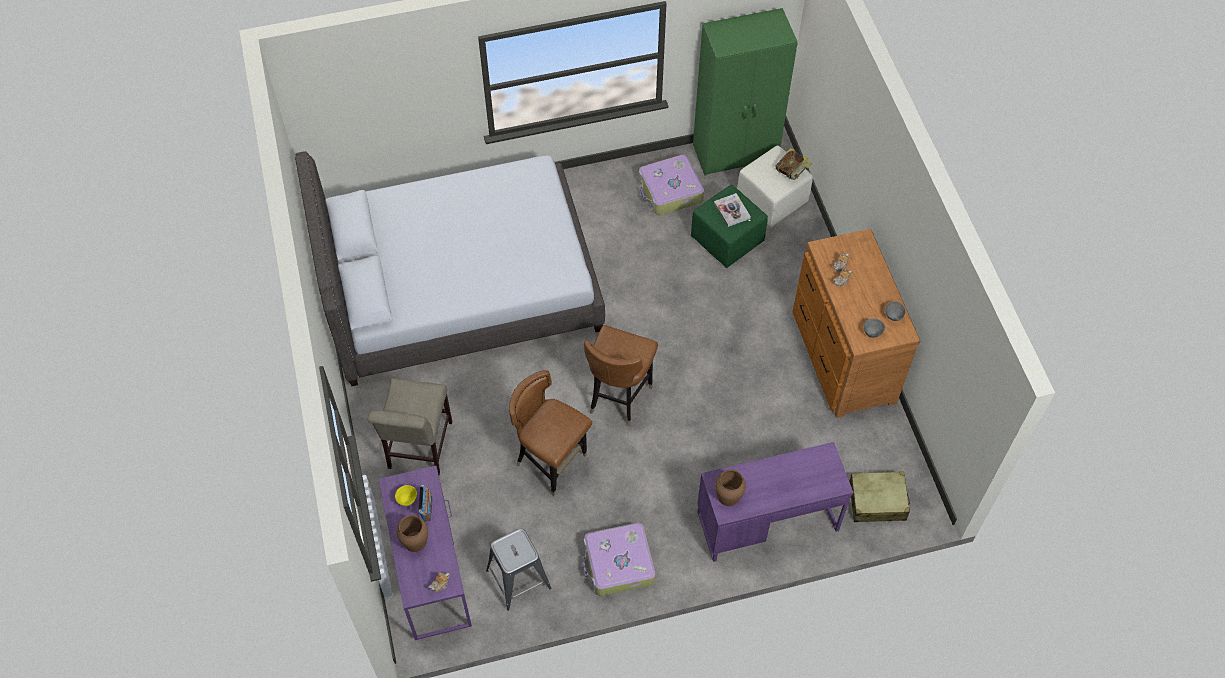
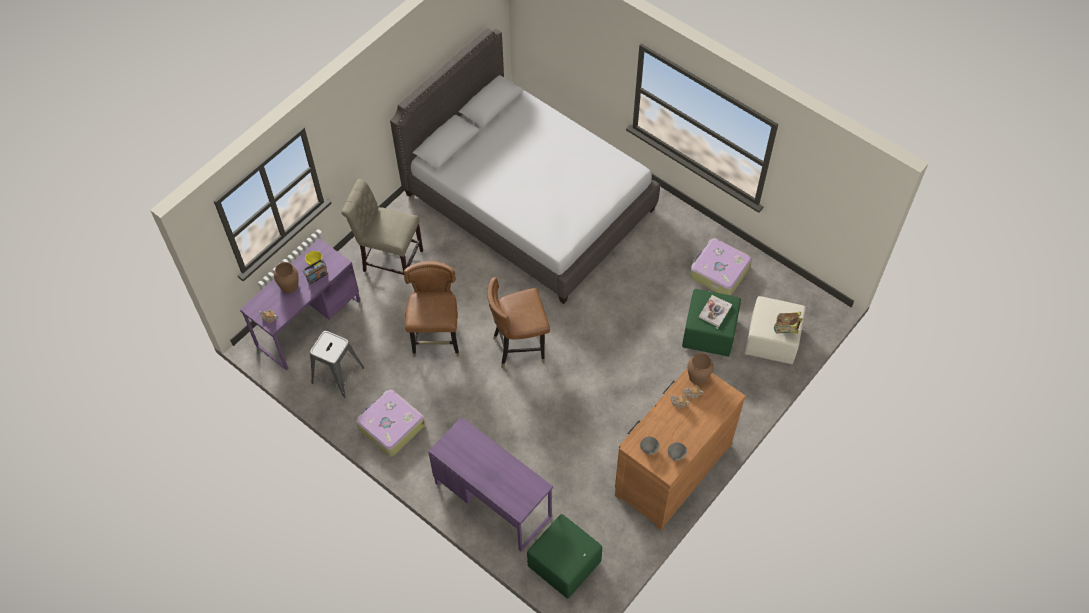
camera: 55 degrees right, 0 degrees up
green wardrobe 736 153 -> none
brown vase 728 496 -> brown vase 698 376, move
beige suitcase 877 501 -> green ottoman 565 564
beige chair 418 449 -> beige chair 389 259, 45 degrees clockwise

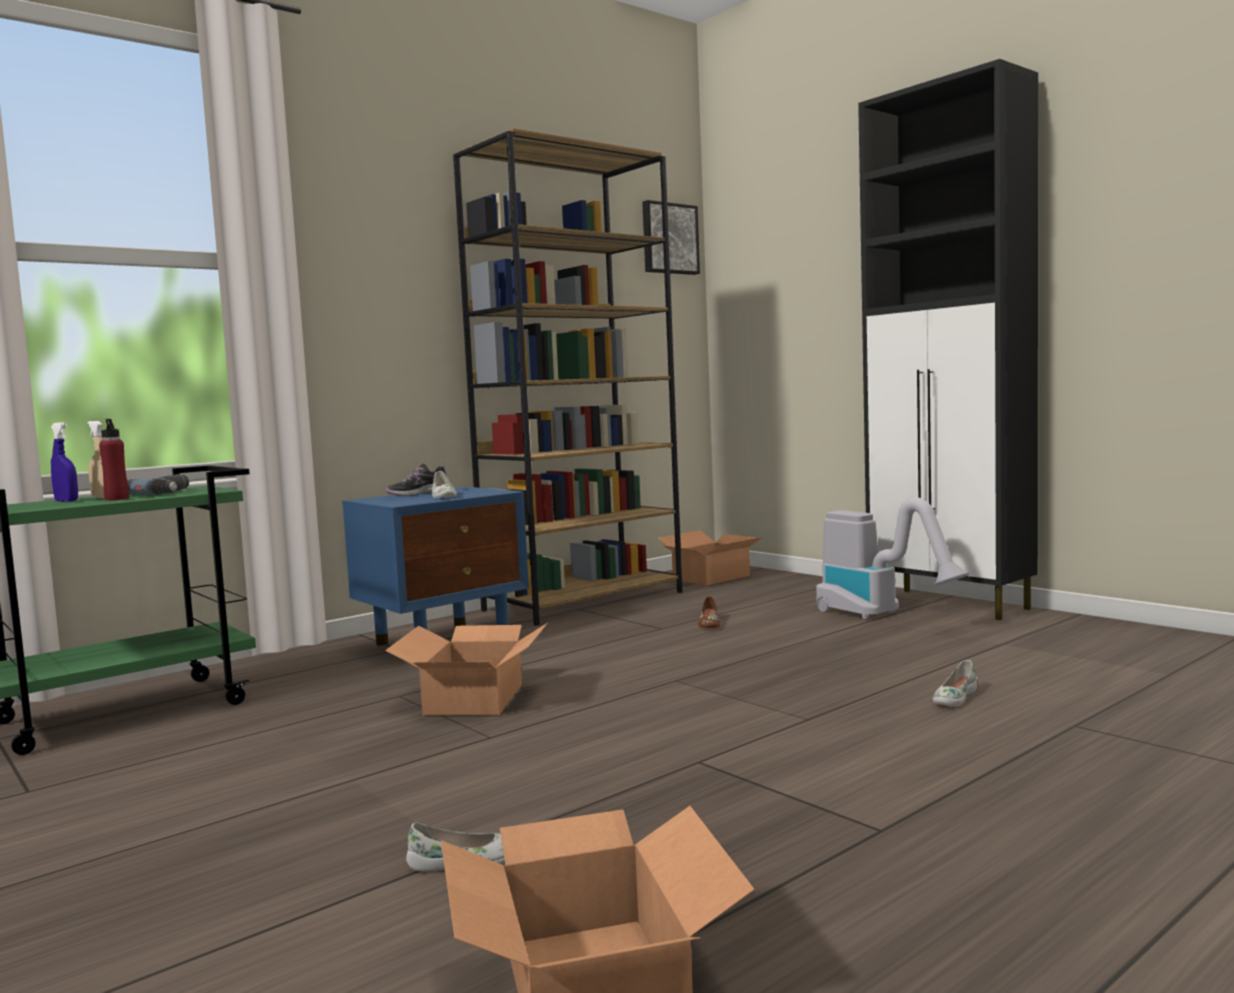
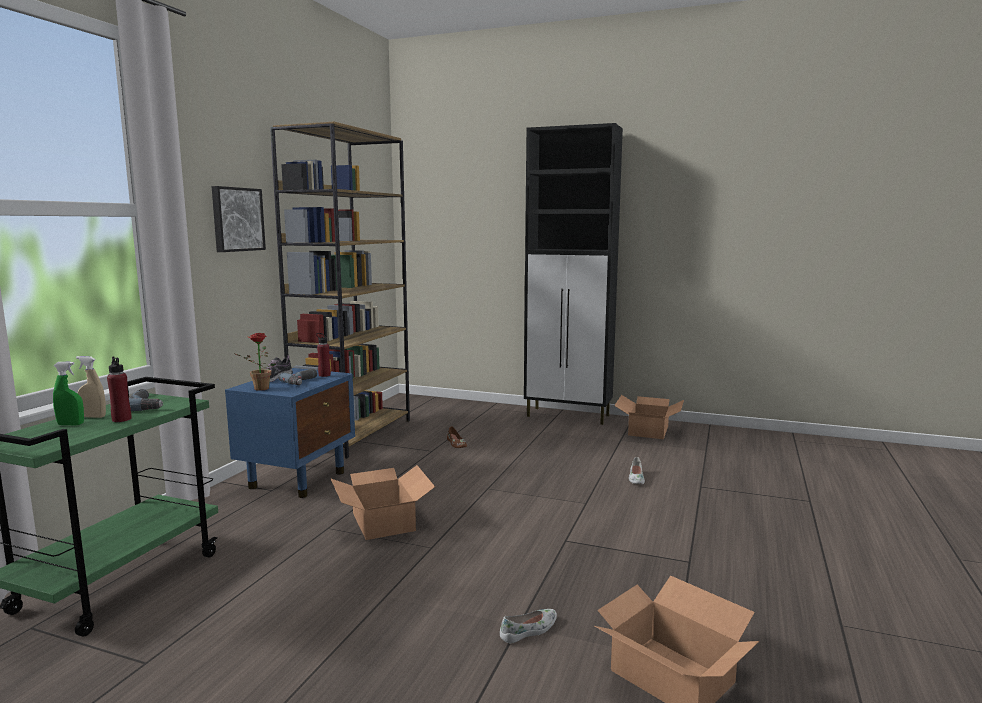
camera: 30 degrees left, 5 degrees up
vacuum cleaner 881 616 -> none
none -> potted plant 258 389
none -> red bottle 324 375
picture 669 239 -> picture 236 219, move
cardboard box 712 577 -> cardboard box 649 430, move
white shoe 443 496 -> power drill 303 381
blue spray bottle 66 501 -> green spray bottle 70 424

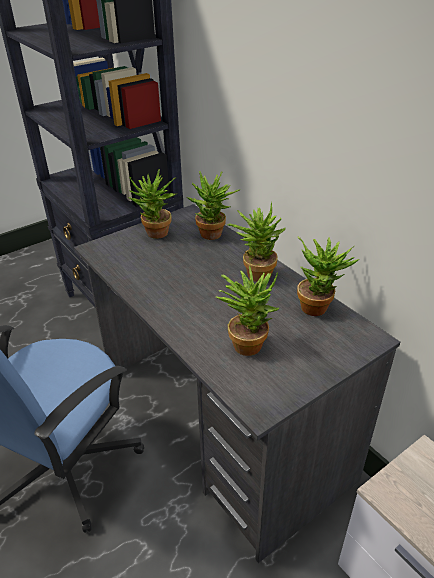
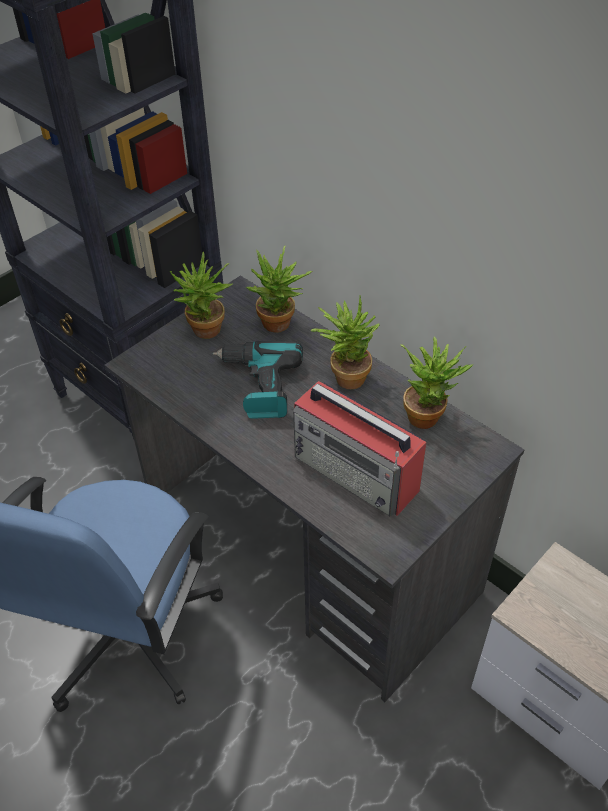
camera: 10 degrees left, 10 degrees up
none -> power drill 259 386
potted plant 247 341 -> radio 357 473

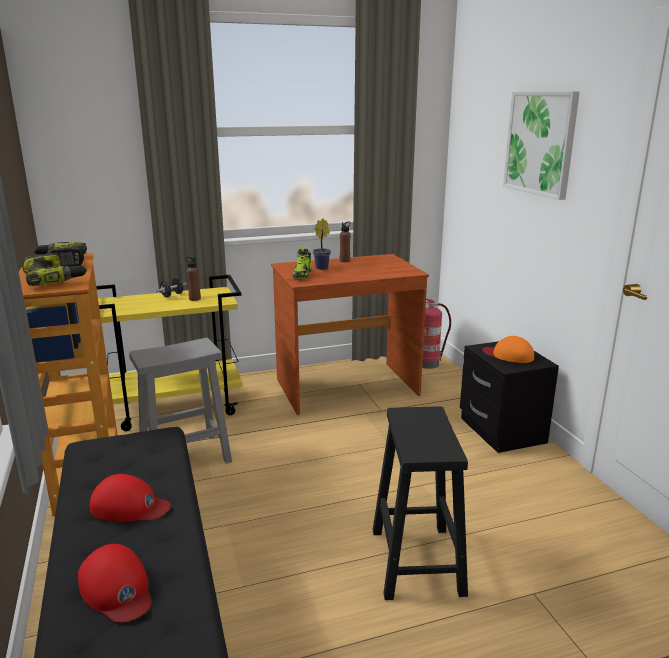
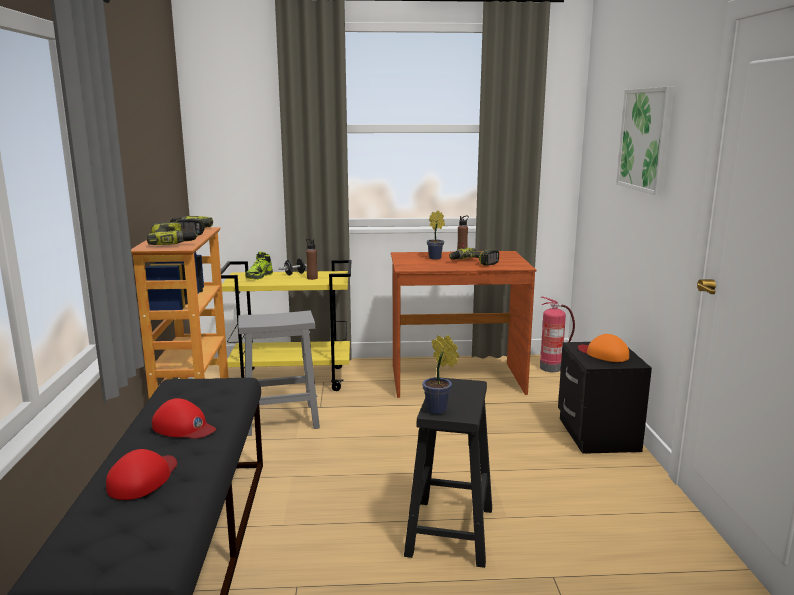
camera: 15 degrees right, 5 degrees down
none -> potted plant 439 410
none -> power drill 473 263
shoe 302 275 -> shoe 259 276, move
red cap 117 589 -> red cap 143 479, 135 degrees counterclockwise

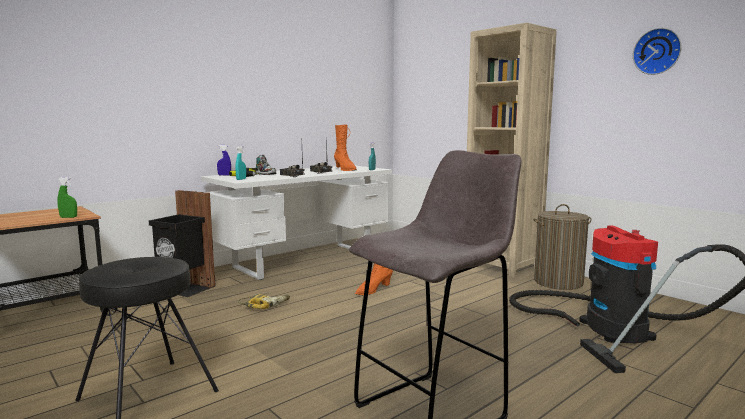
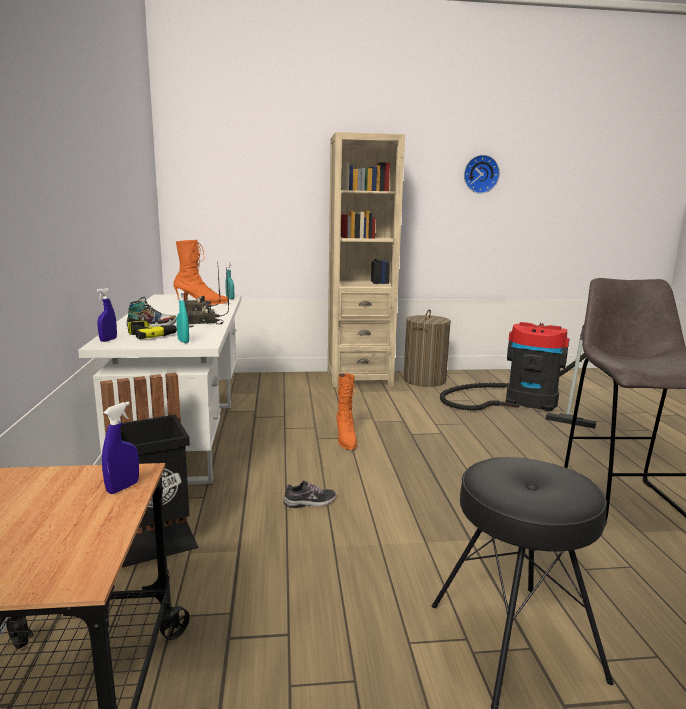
camera: 55 degrees left, 5 degrees up
power drill 265 304 -> shoe 310 502
green spray bottle 68 217 -> blue spray bottle 123 487

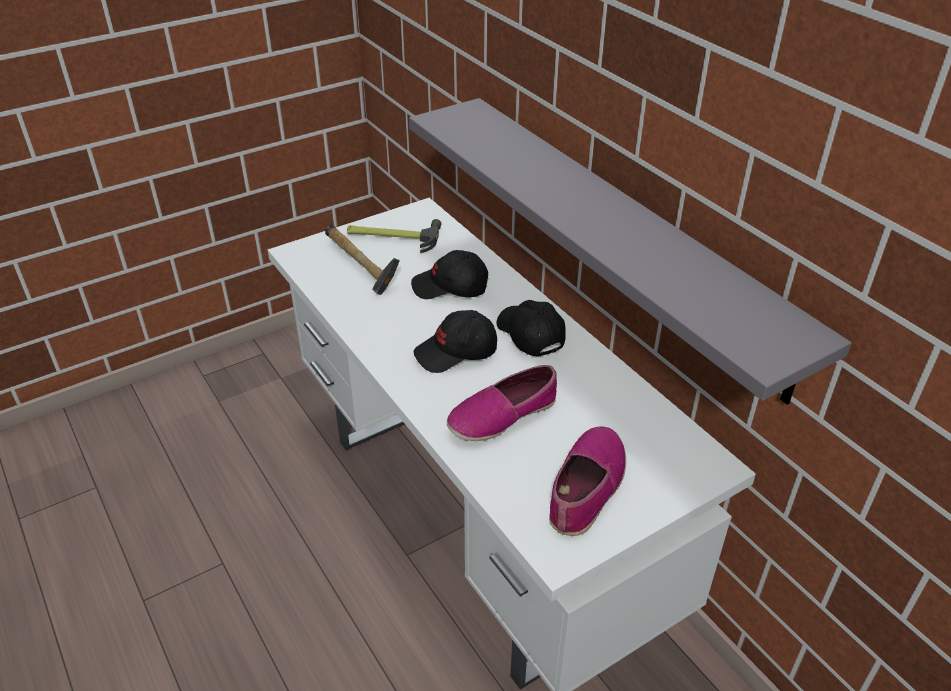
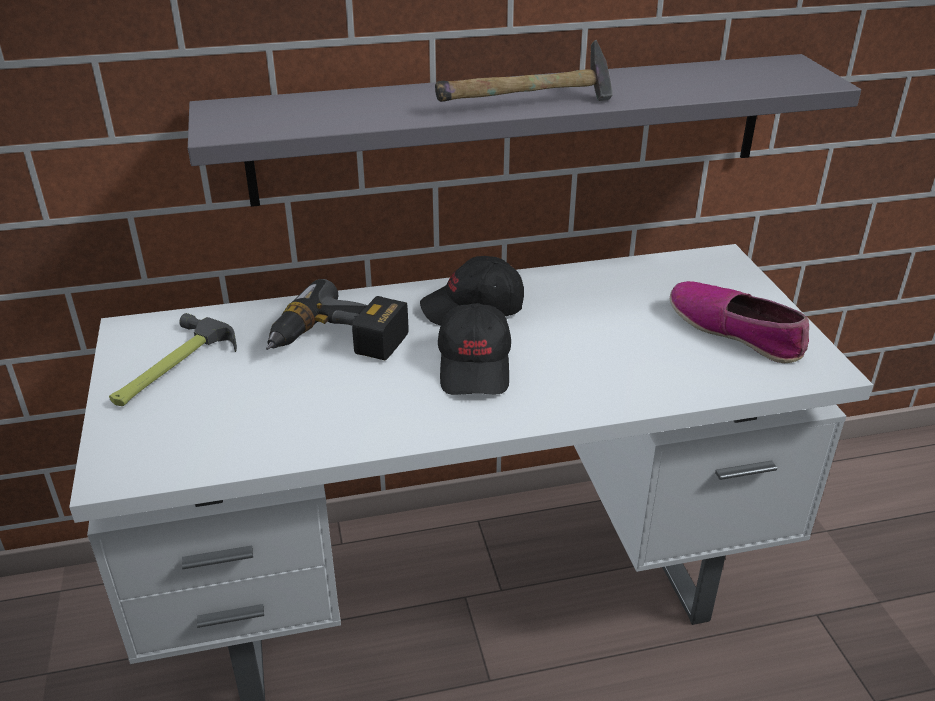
camera: 70 degrees left, 5 degrees down
shoe 502 415 -> none
hammer 360 267 -> hammer 529 104, move
black cap 450 287 -> power drill 337 343

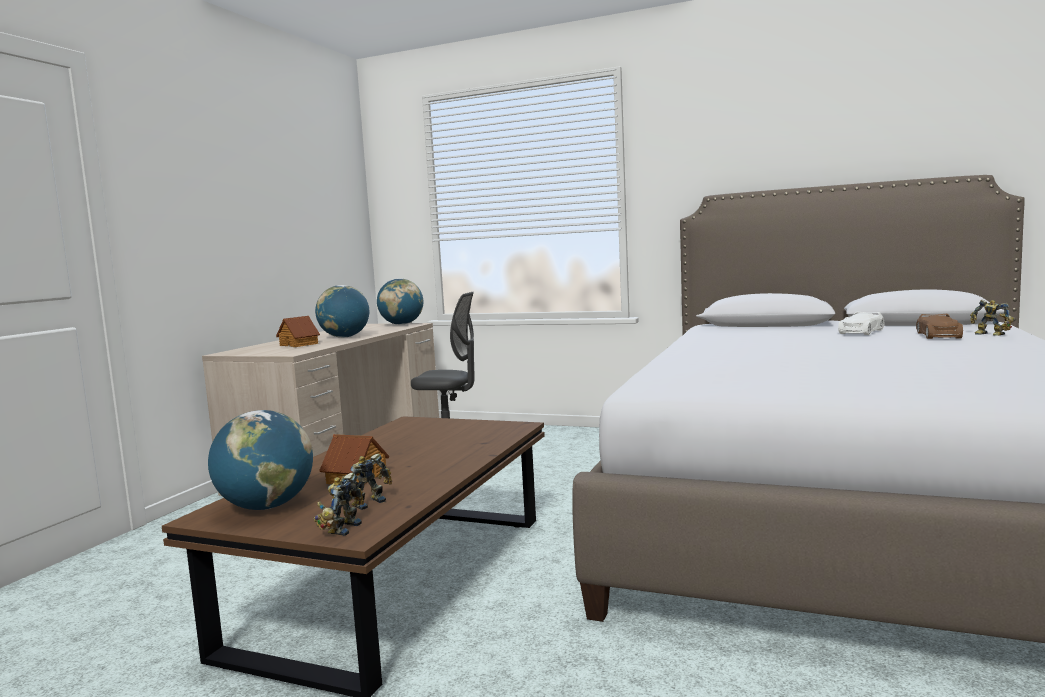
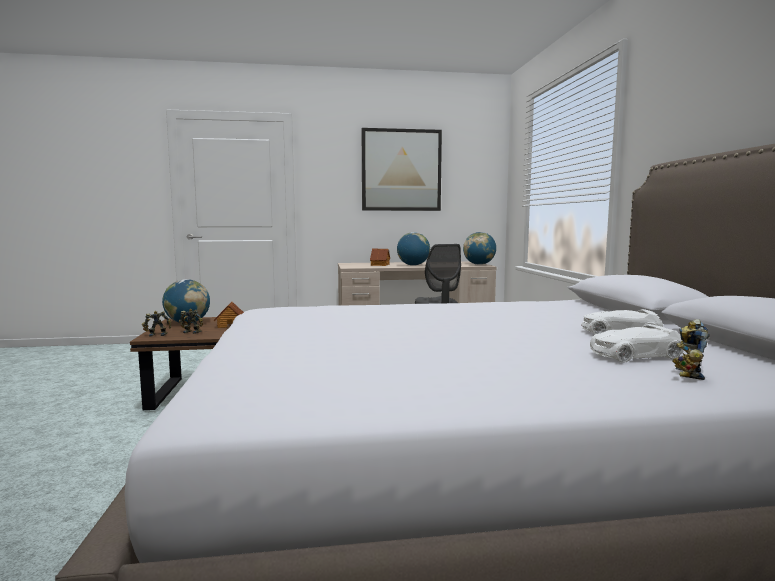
camera: 60 degrees right, 0 degrees up
none -> picture 401 170
brown toy car 938 336 -> white toy car 634 355

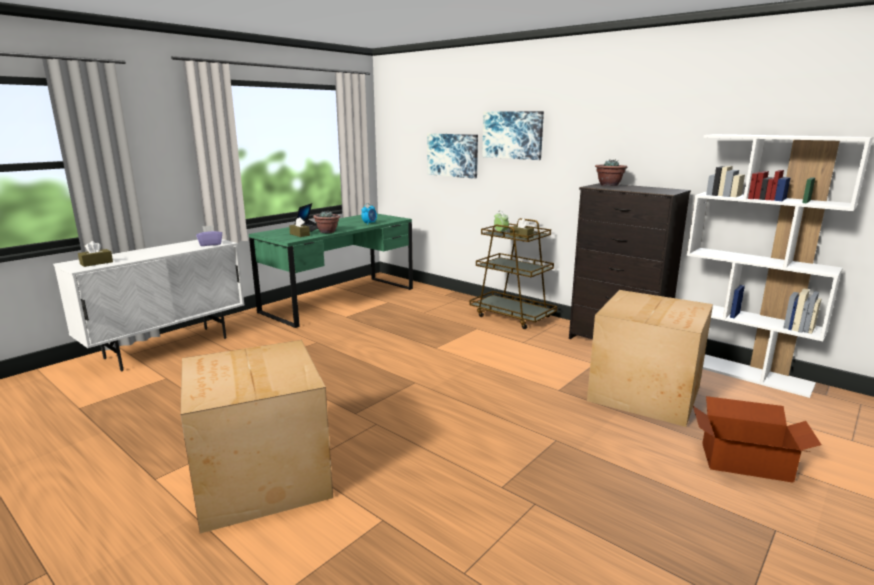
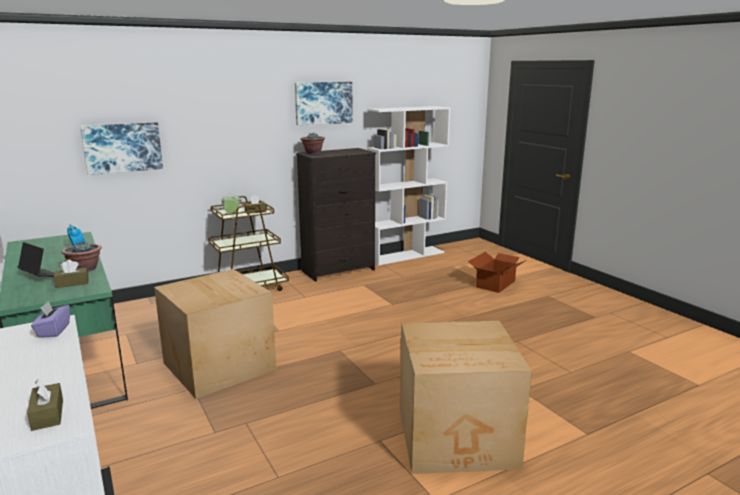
camera: 70 degrees left, 0 degrees up
picture 513 135 -> picture 323 103, move
cardboard box 646 393 -> cardboard box 220 365, move

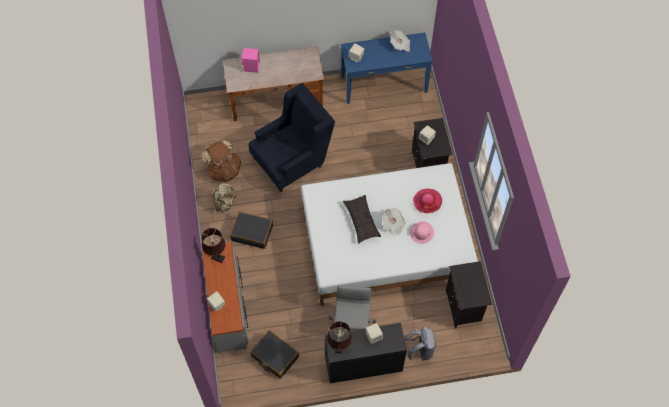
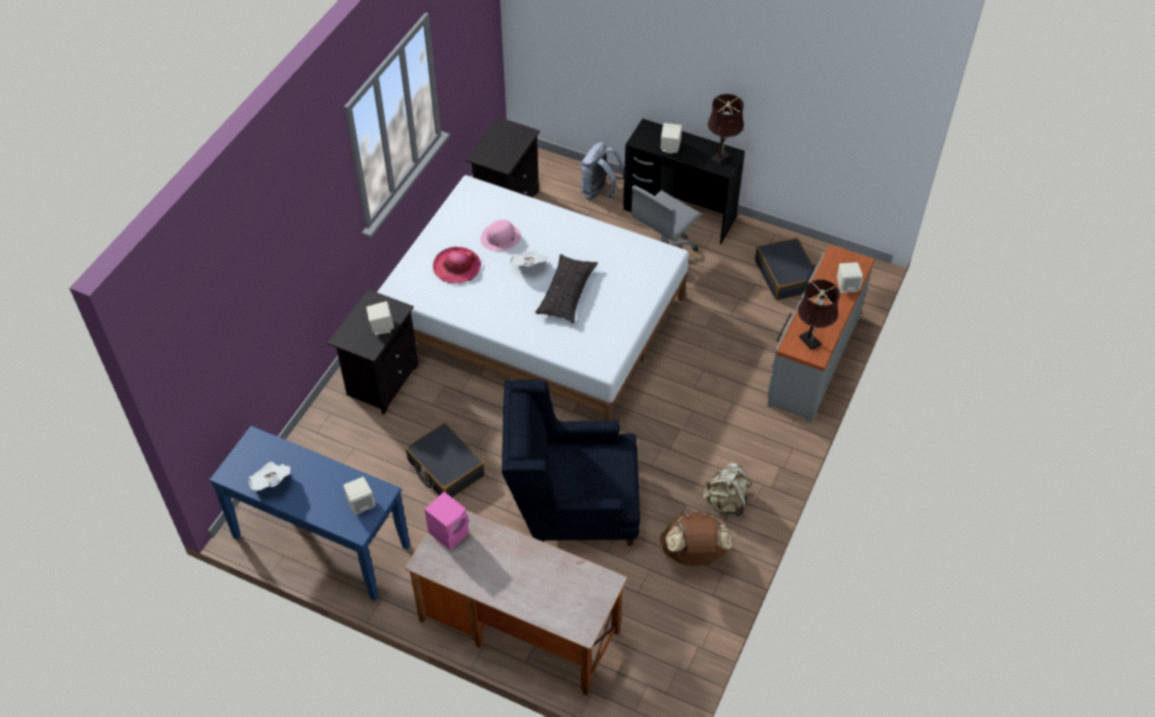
camera: 145 degrees left, 10 degrees down
black suitcase 252 233 -> black suitcase 445 468, move
pink speaker 251 67 -> pink speaker 450 532, move

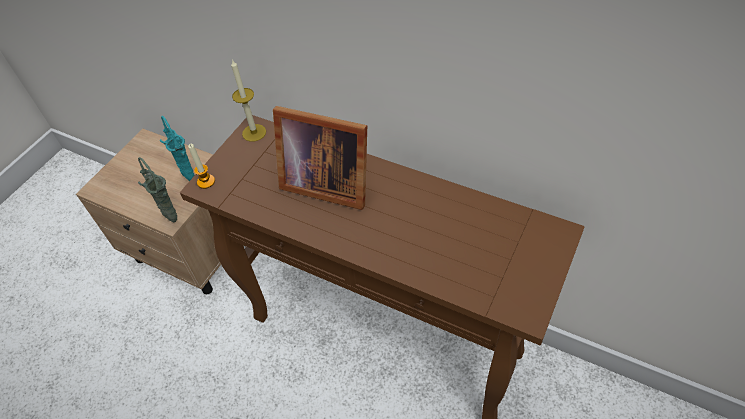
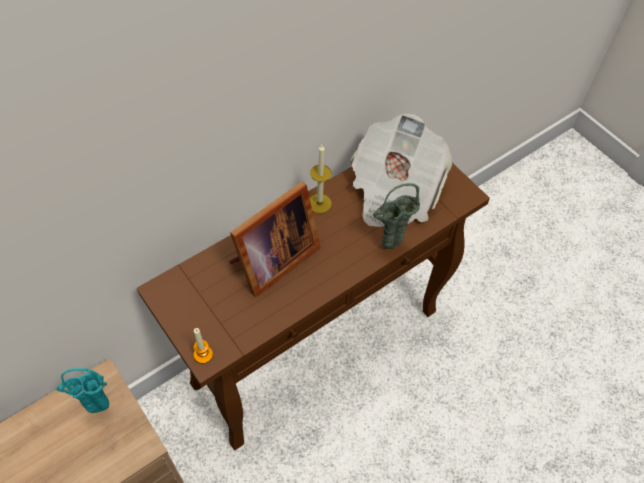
camera: 70 degrees left, 5 degrees up
none -> newspaper 394 190
green vase 170 218 -> green vase 389 247, move
candle 254 132 -> candle 319 203, move

